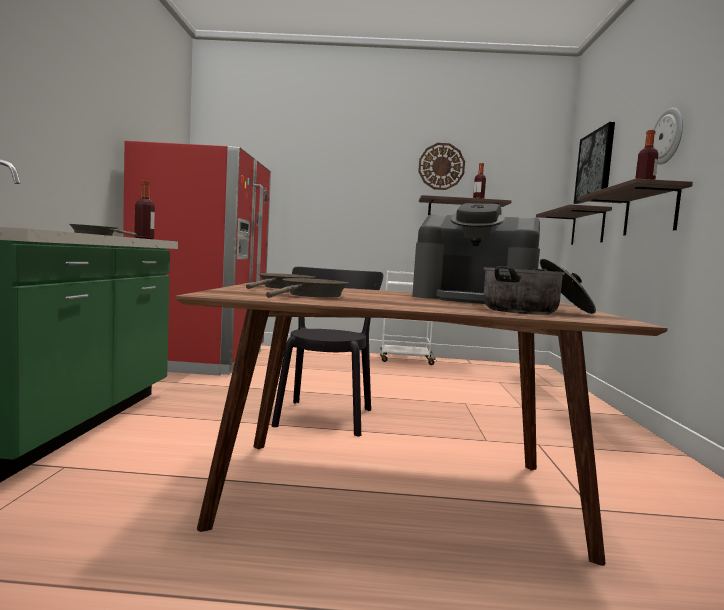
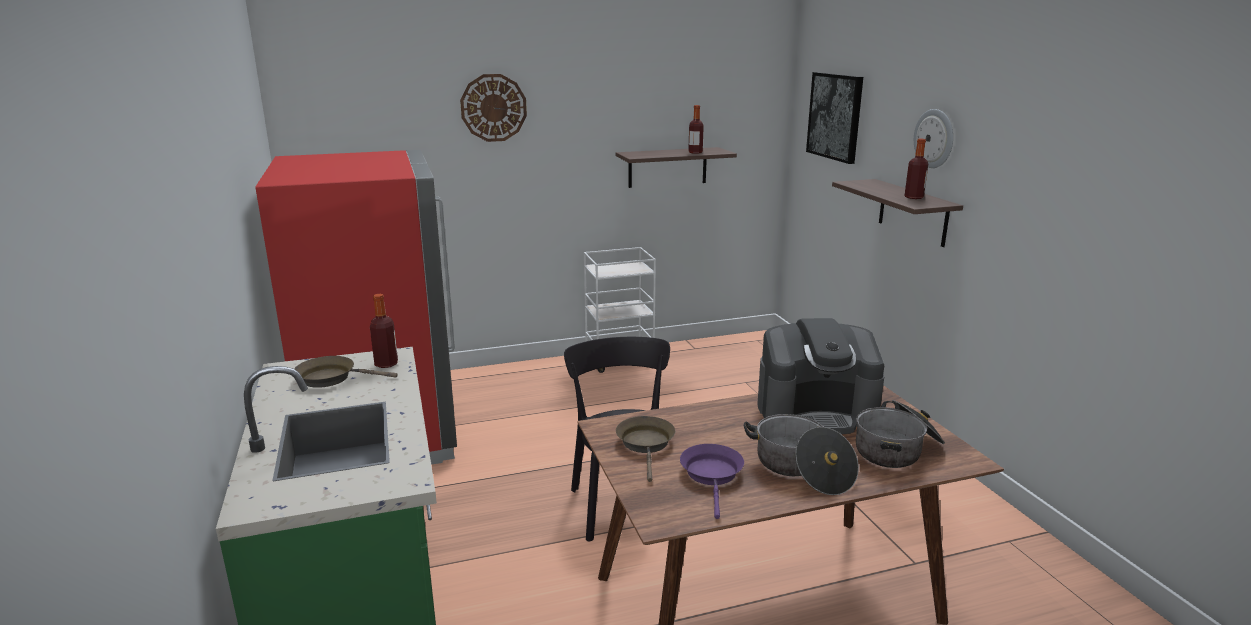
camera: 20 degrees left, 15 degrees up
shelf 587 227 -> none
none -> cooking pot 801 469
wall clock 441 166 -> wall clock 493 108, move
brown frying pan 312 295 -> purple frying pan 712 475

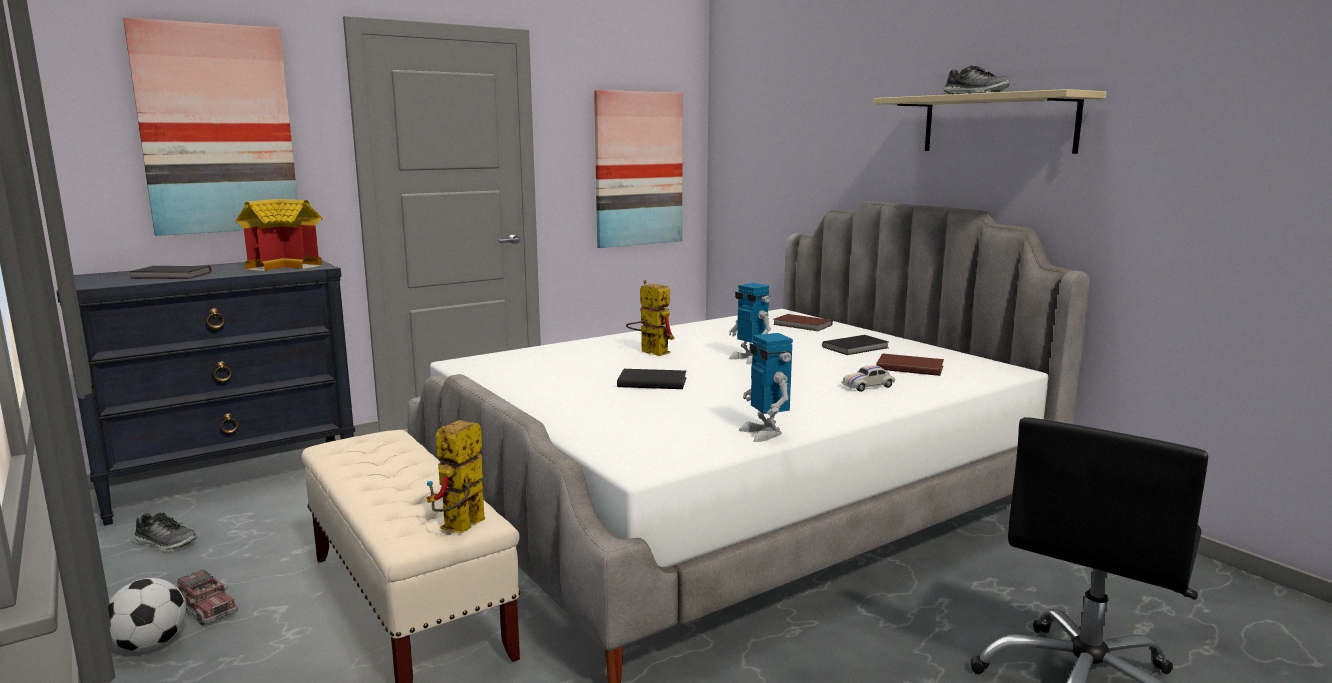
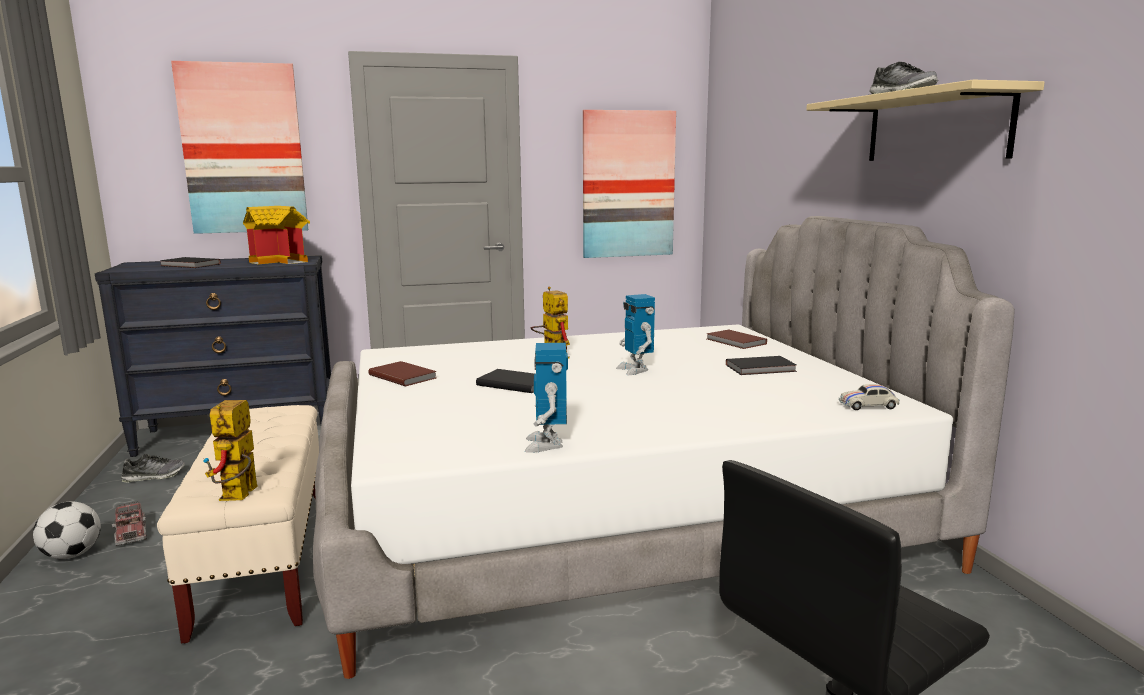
camera: 20 degrees right, 0 degrees up
white toy car 868 386 -> white toy car 868 406, move
brown book 909 367 -> brown book 403 376, move
shoe 166 543 -> shoe 154 476, 60 degrees counterclockwise
toy robot 460 528 -> toy robot 239 497, 45 degrees counterclockwise

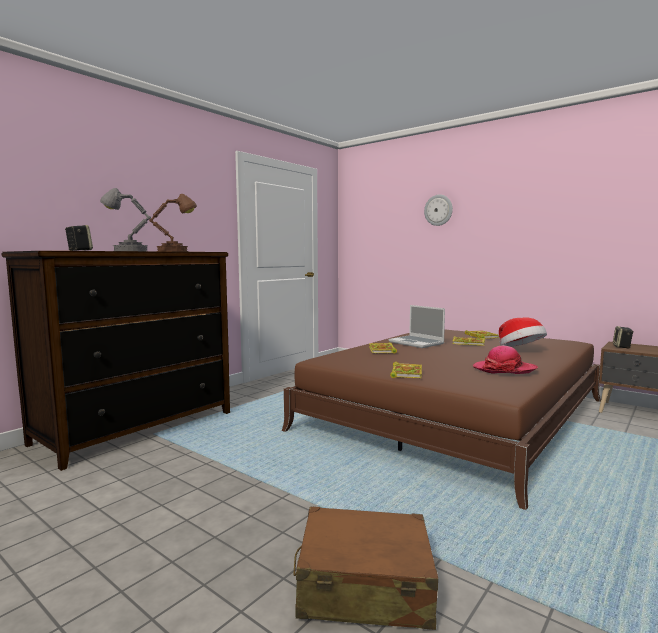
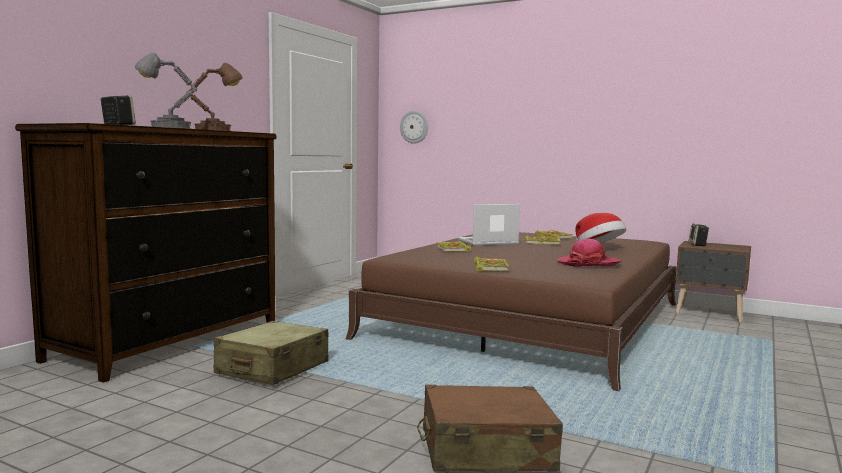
camera: 10 degrees left, 0 degrees up
none -> beige suitcase 272 369
wall clock 438 210 -> wall clock 414 127, move
laptop 417 343 -> laptop 487 242, 120 degrees clockwise

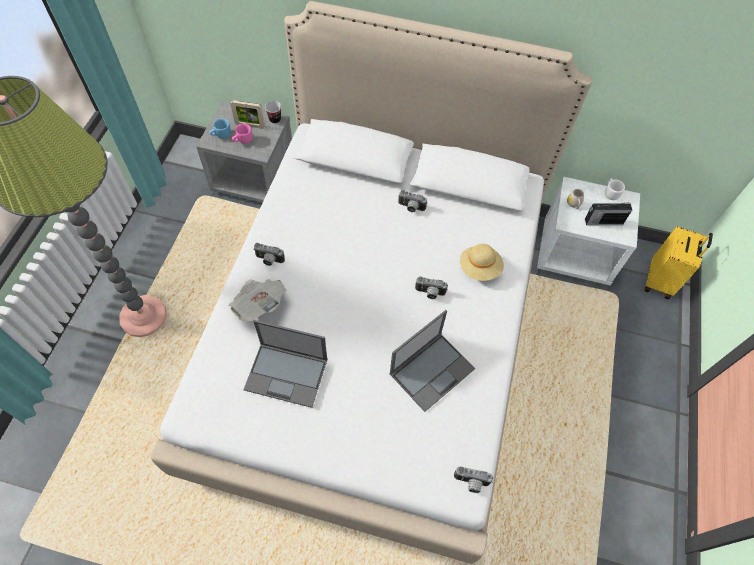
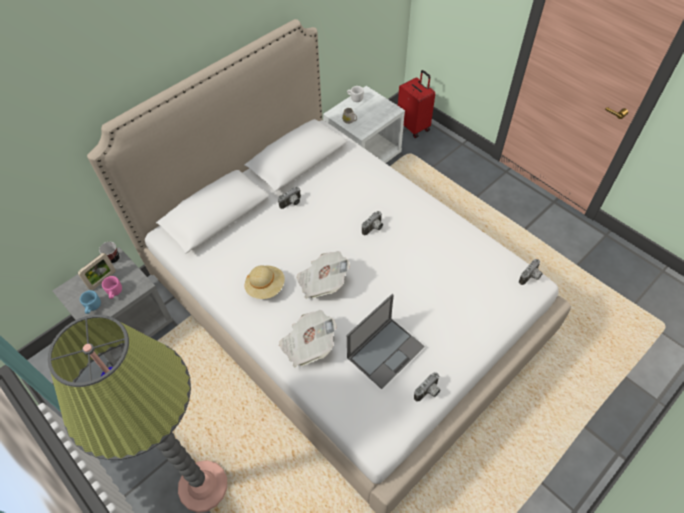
camera: 55 degrees left, 5 degrees down
laptop 432 370 -> none
radio 602 221 -> none
none -> newspaper 322 282
photo camera 269 260 -> photo camera 428 392, move
beige hat 479 268 -> beige hat 266 287, move
yellow suitcase 660 281 -> red suitcase 414 126

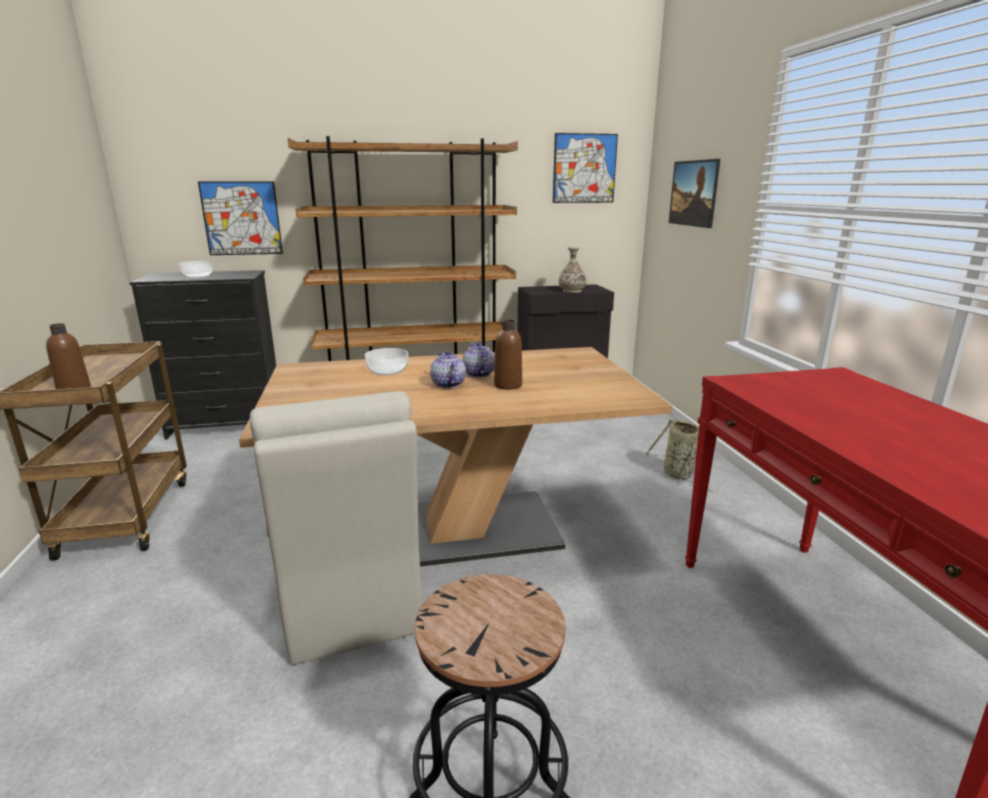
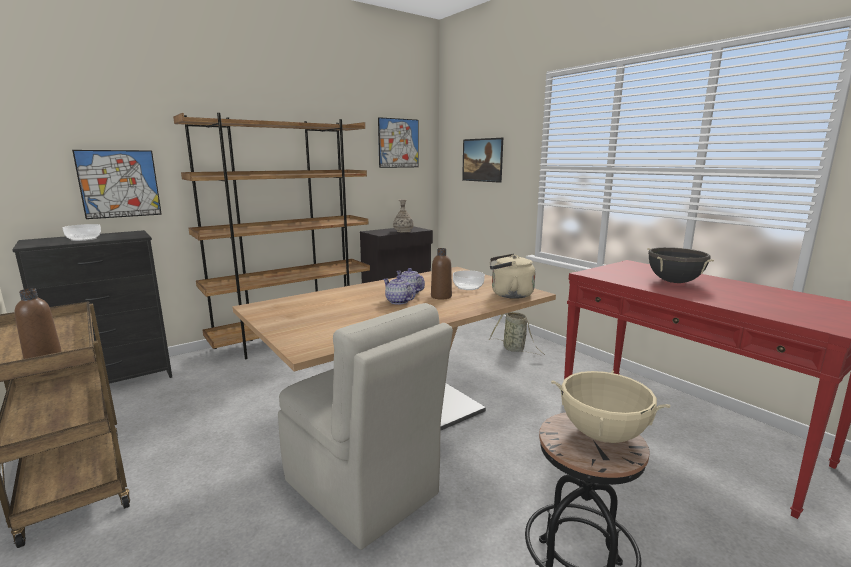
camera: 25 degrees left, 5 degrees down
none -> beige kettle 509 294
none -> beige cooking pot 603 435
none -> black cooking pot 674 282
bowl 388 371 -> bowl 468 287, move

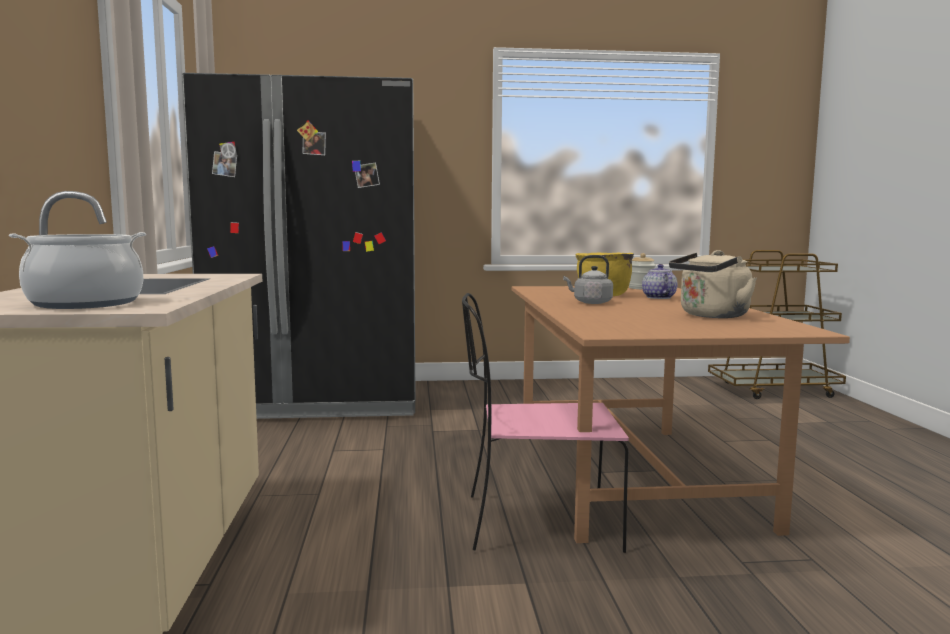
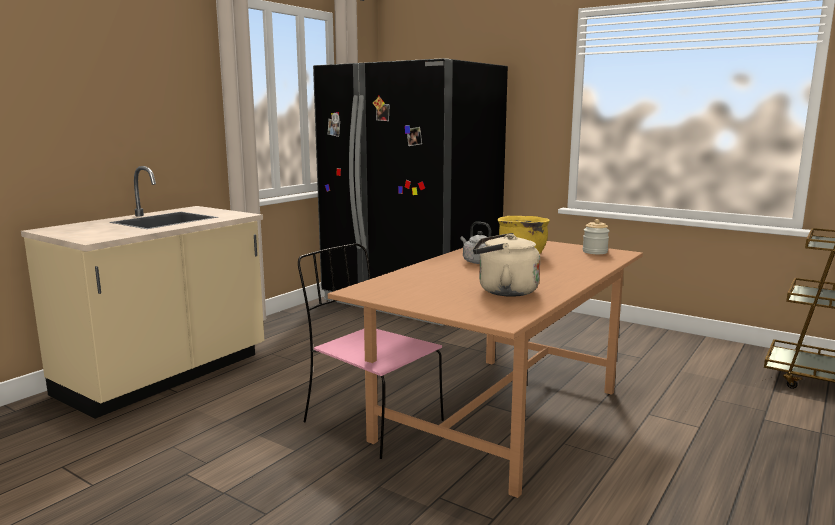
camera: 40 degrees right, 5 degrees up
cooking pot 86 303 -> none
teapot 658 297 -> none

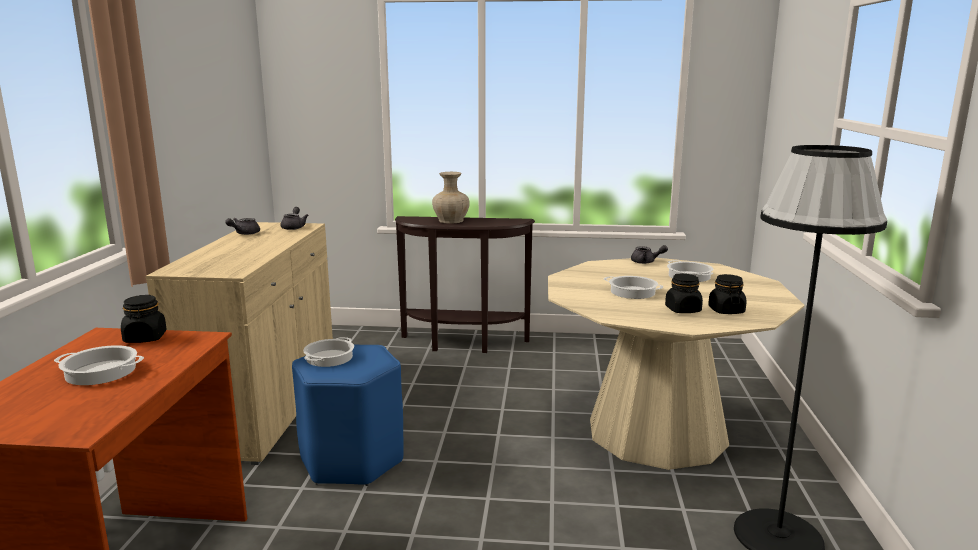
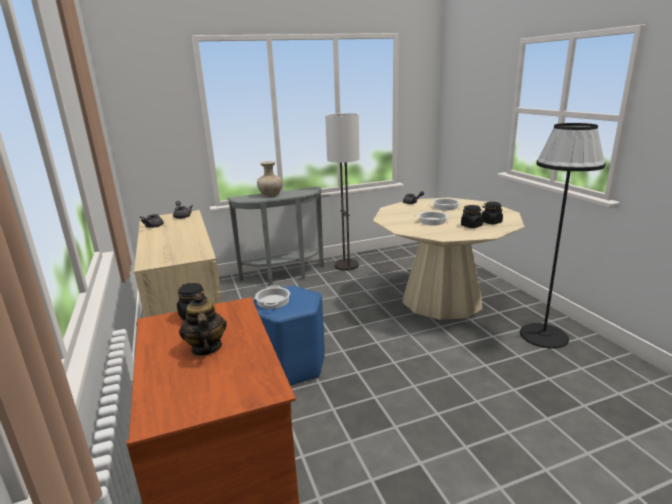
camera: 25 degrees left, 5 degrees up
none -> floor lamp 346 265
cooking pot 100 372 -> teapot 206 348
brown console table 463 344 -> grey console table 285 276

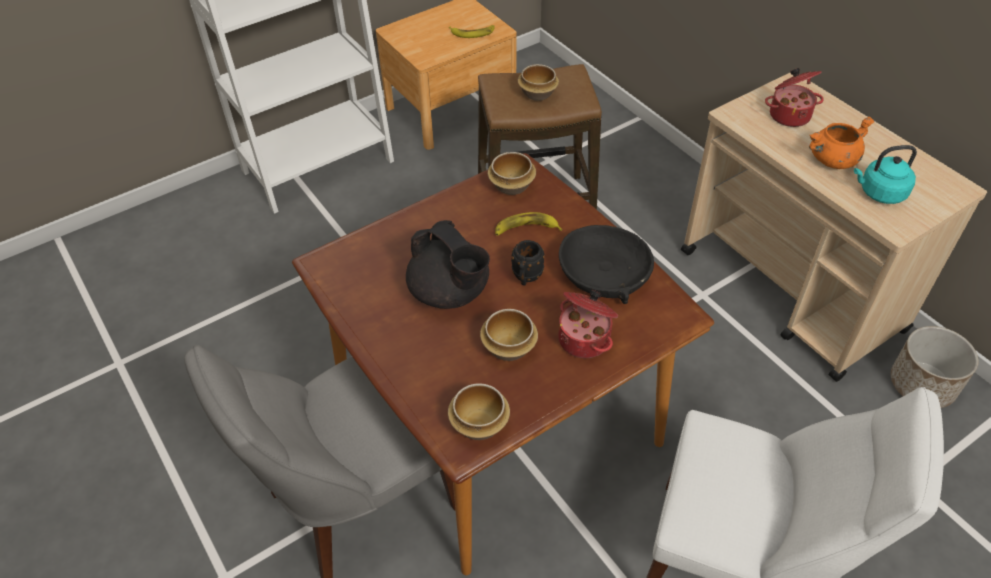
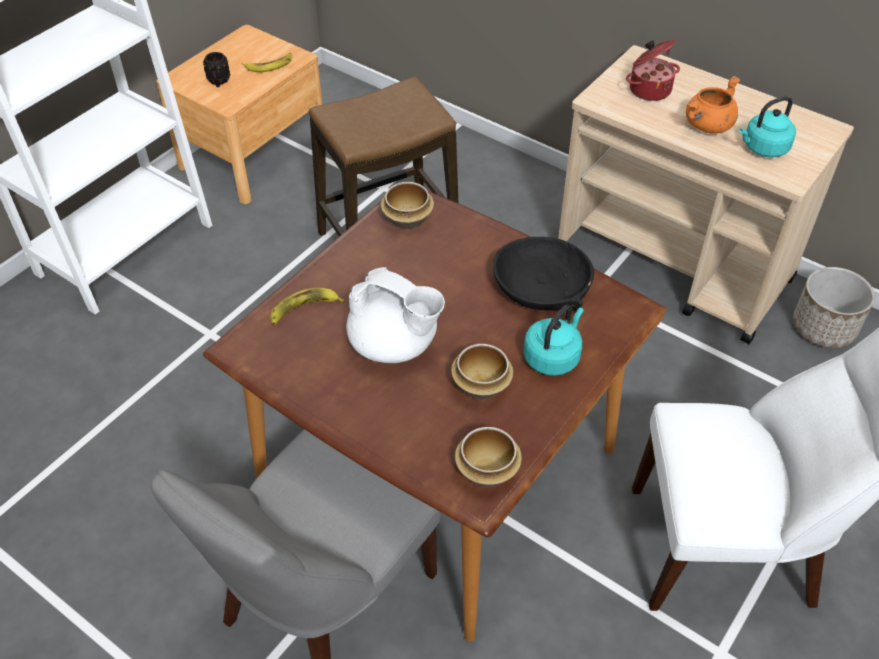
camera: 20 degrees left, 0 degrees up
bowl 537 93 -> none
banana 526 229 -> banana 304 309, move
black mug 526 277 -> black mug 218 82, move
cooking pot 585 339 -> turquoise kettle 553 357
black teapot 450 293 -> white teapot 394 345

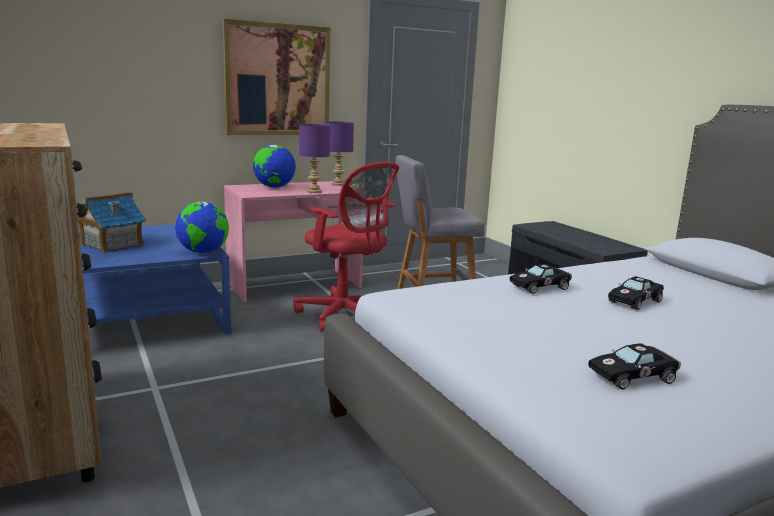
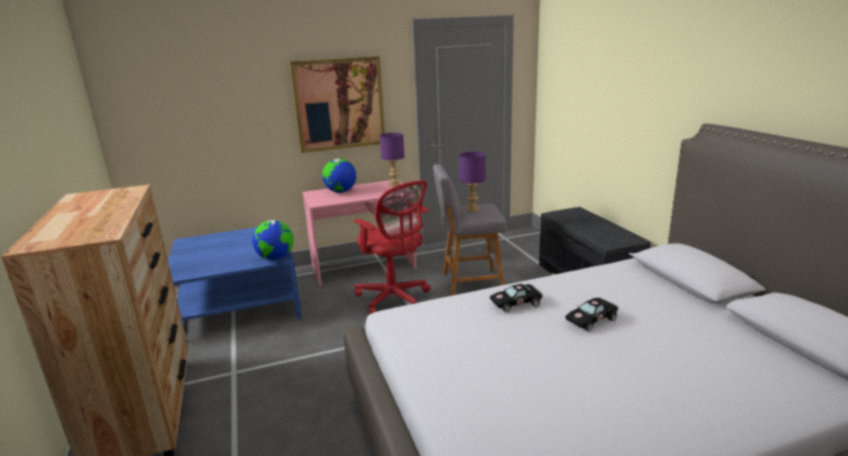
camera: 10 degrees right, 5 degrees up
toy house 111 244 -> none
black toy car 634 376 -> none
purple table lamp 314 191 -> purple table lamp 473 209, move

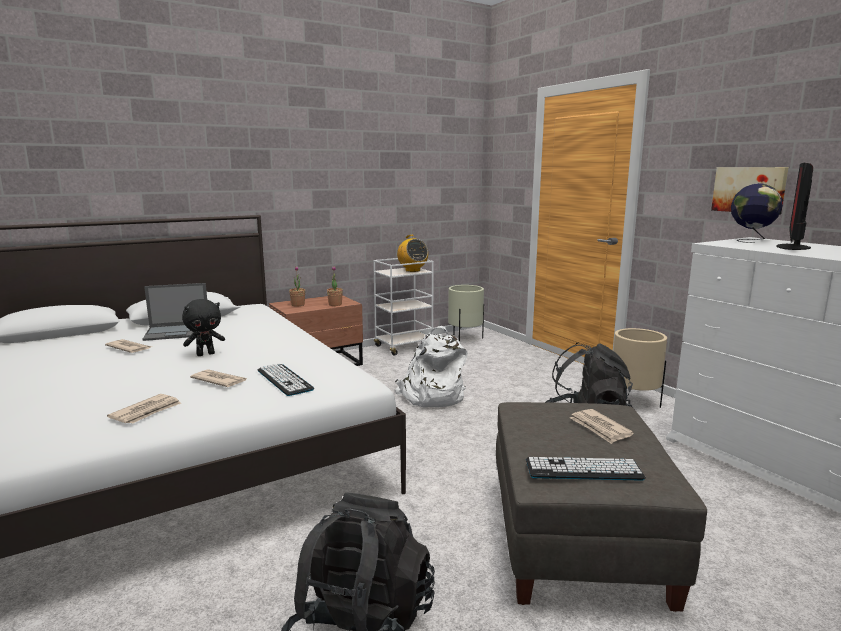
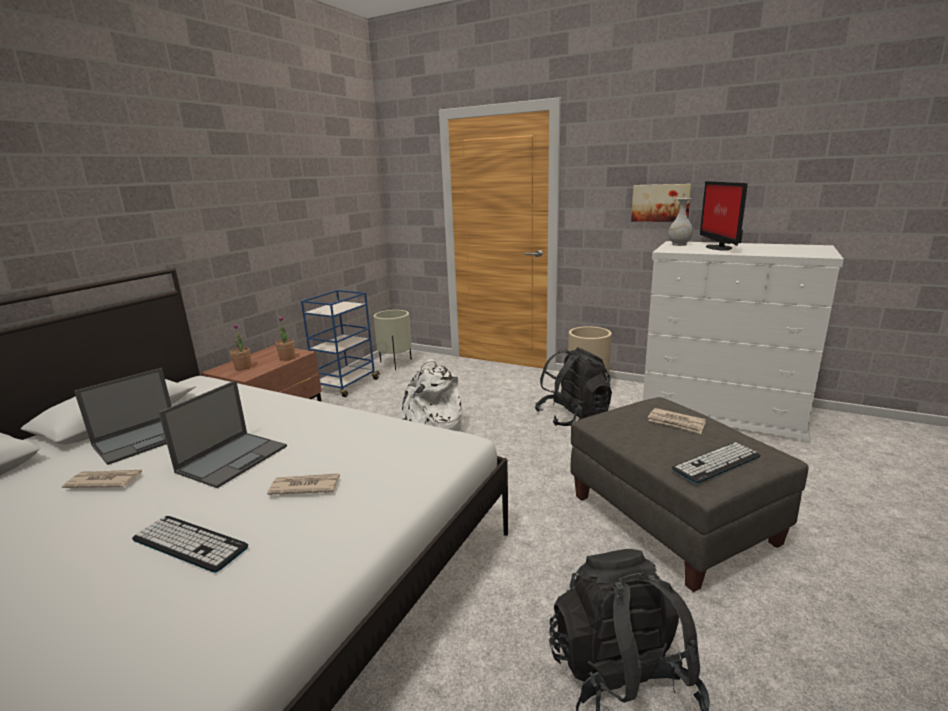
camera: 30 degrees left, 5 degrees up
newspaper 147 412 -> none
radio 412 270 -> none
keyboard 284 380 -> keyboard 189 543, move
black plush toy 206 354 -> laptop 233 458
globe 751 240 -> white vase 679 244
white cart 404 347 -> blue cart 346 385

